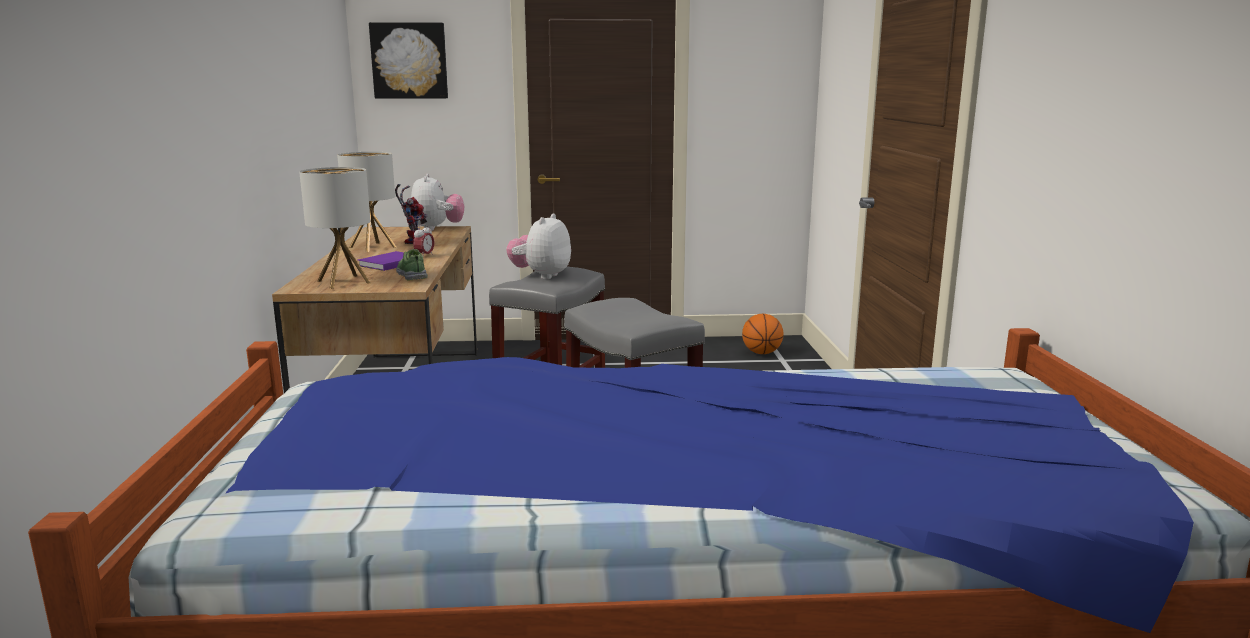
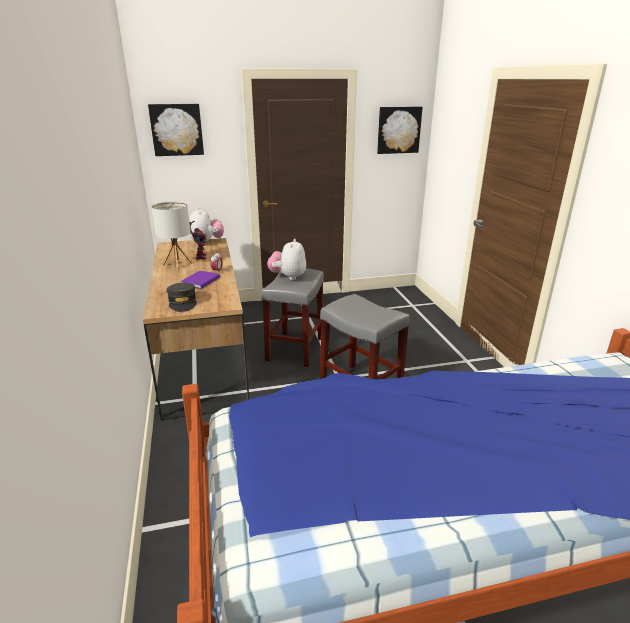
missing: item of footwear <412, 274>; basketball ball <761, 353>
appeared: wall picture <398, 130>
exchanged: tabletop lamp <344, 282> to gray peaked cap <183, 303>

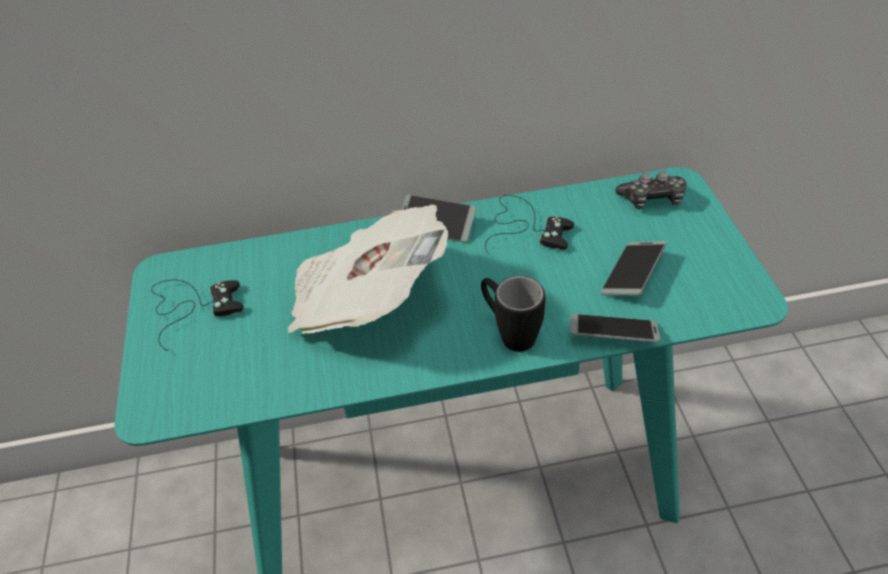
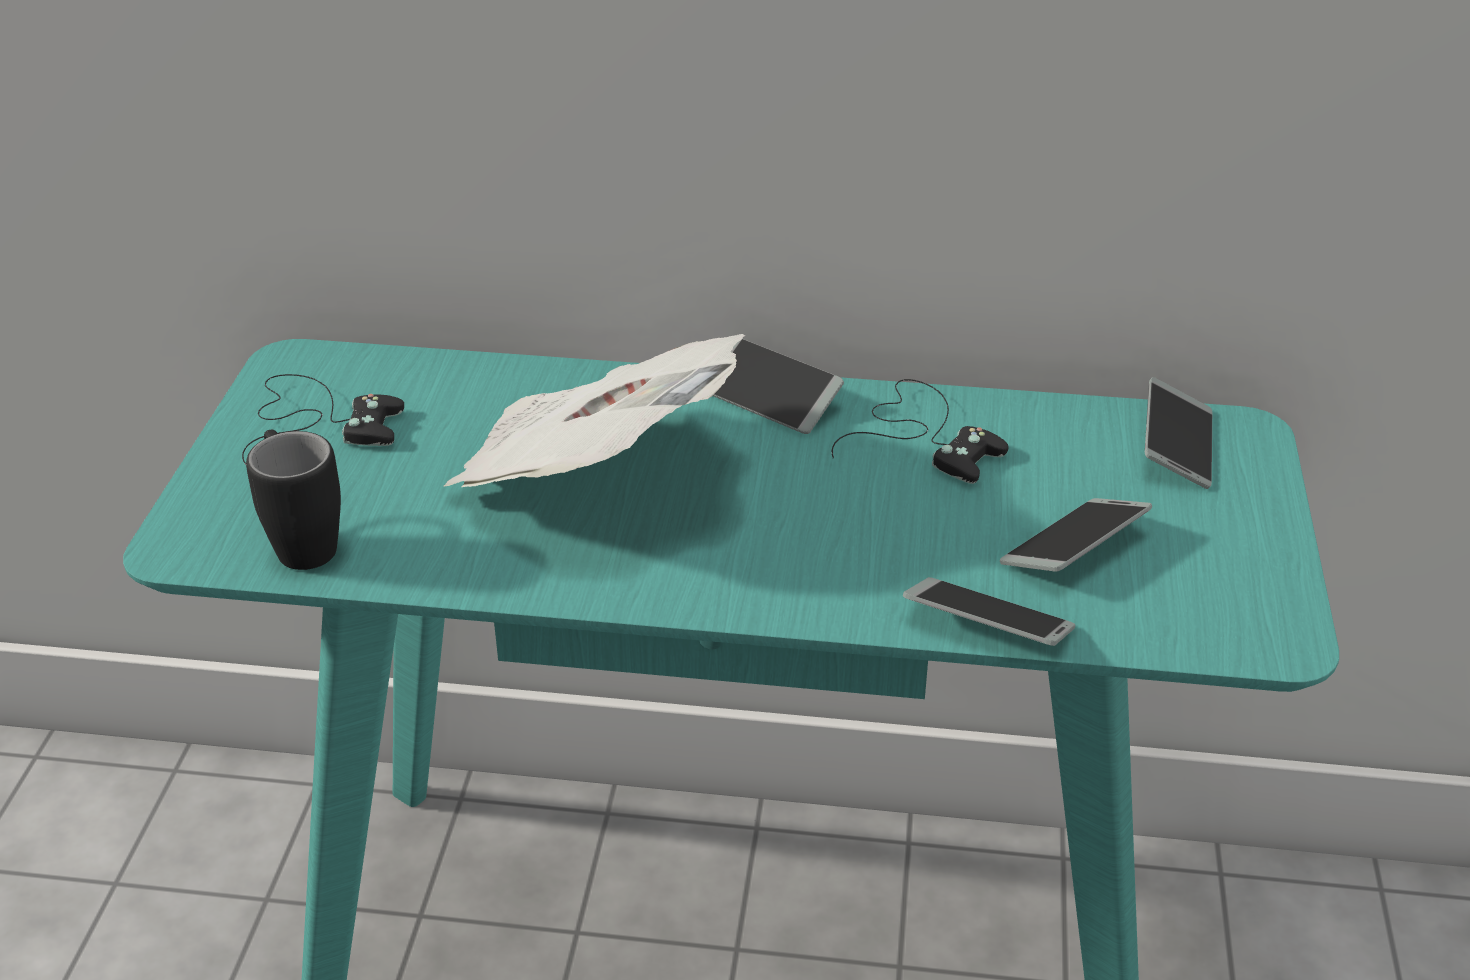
relocated: black-coloured coffee mug <509, 333> to <301, 540>
exchanged: game controller <652, 199> to handset <1176, 445>

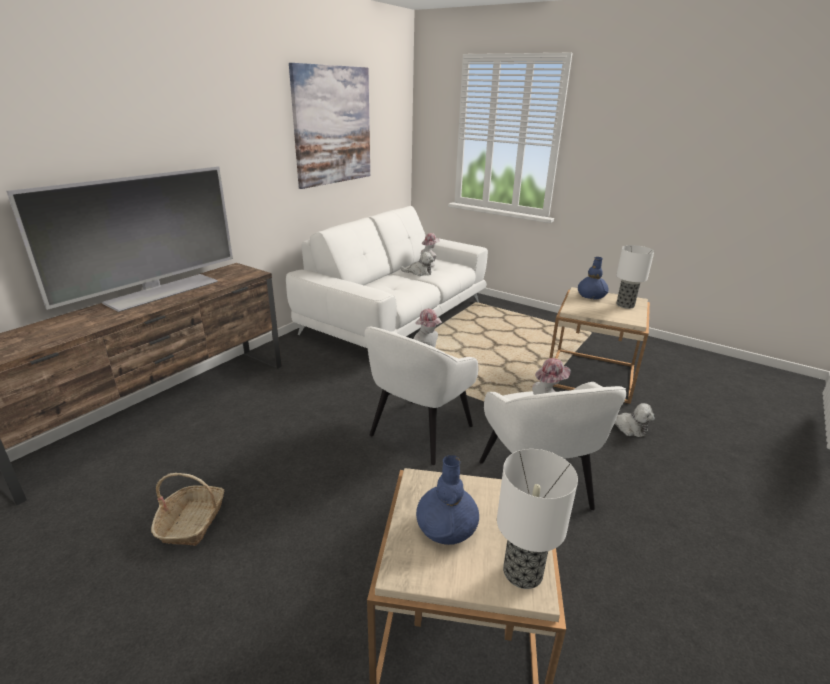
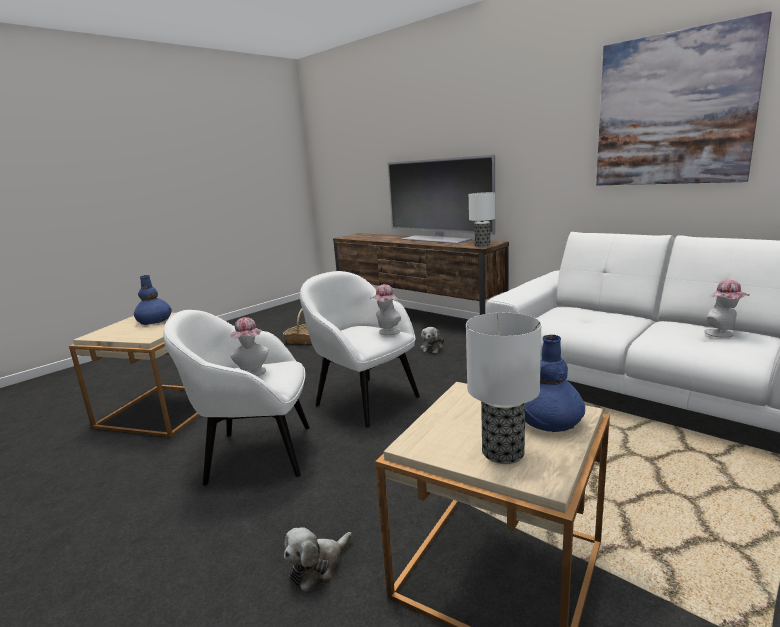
relocated: cuddly toy <419, 272> to <432, 348>; tabletop lamp <522, 573> to <482, 245>

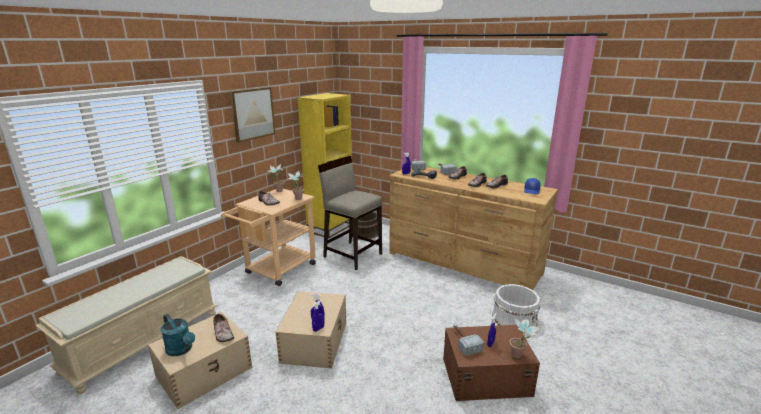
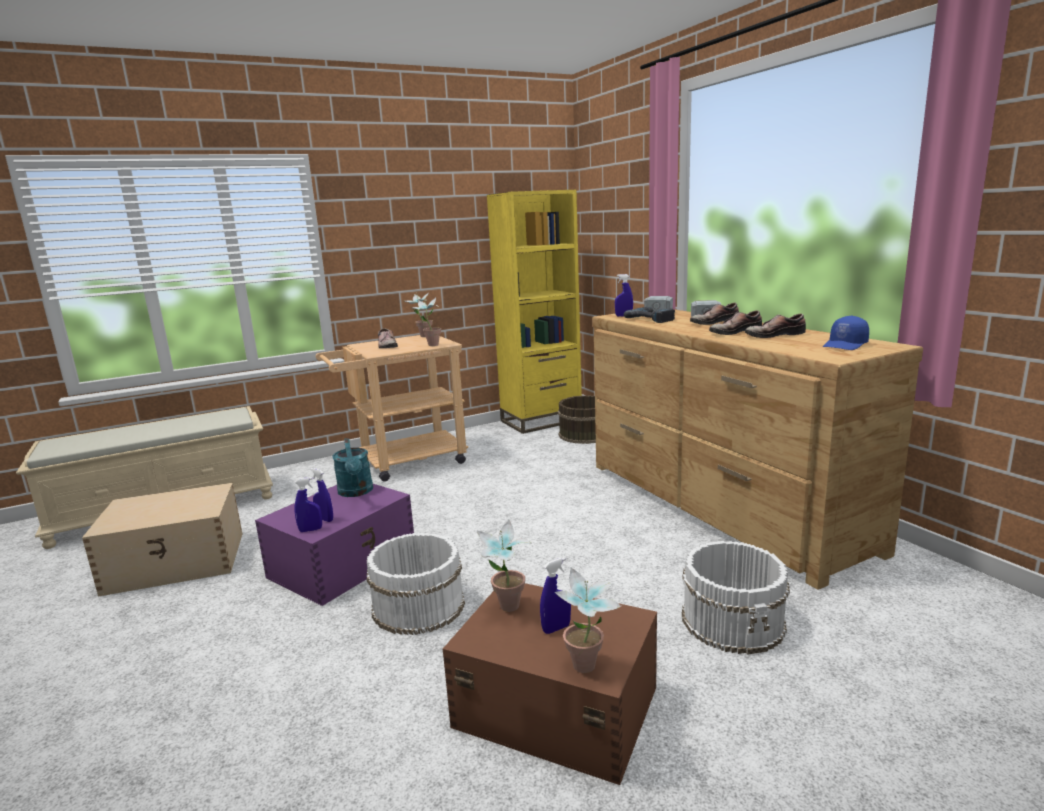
missing: item of footwear <222, 333>; wall picture <252, 113>; beige stool seat <352, 255>
appeared: white water bucket <417, 606>
relocated: turquoise-coloured sprinkling can <181, 350> to <356, 492>
exchanged: tool hammer <463, 342> to potted plant <507, 610>
colour: beige storage box <315, 341> to purple storage box <344, 562>

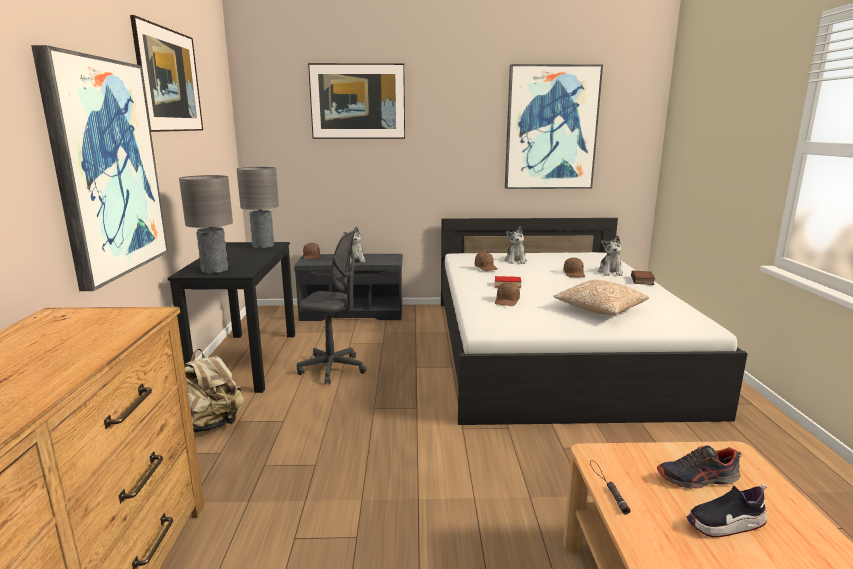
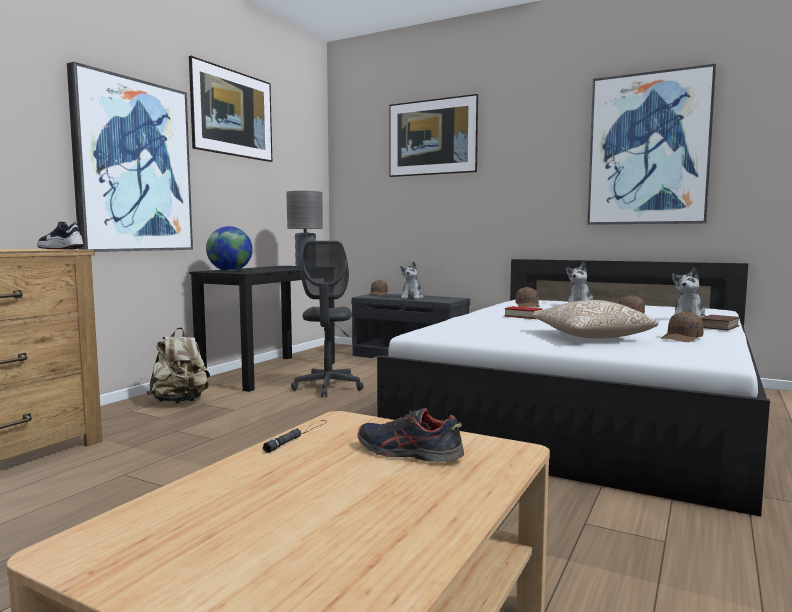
relocated: item of footwear <725, 524> to <60, 249>; brown peaked cap <507, 301> to <682, 338>
exchanged: gray tabletop lamp <214, 270> to desk globe <230, 271>
spun: gray computer chair <332, 369> = <328, 387> 45 degrees clockwise

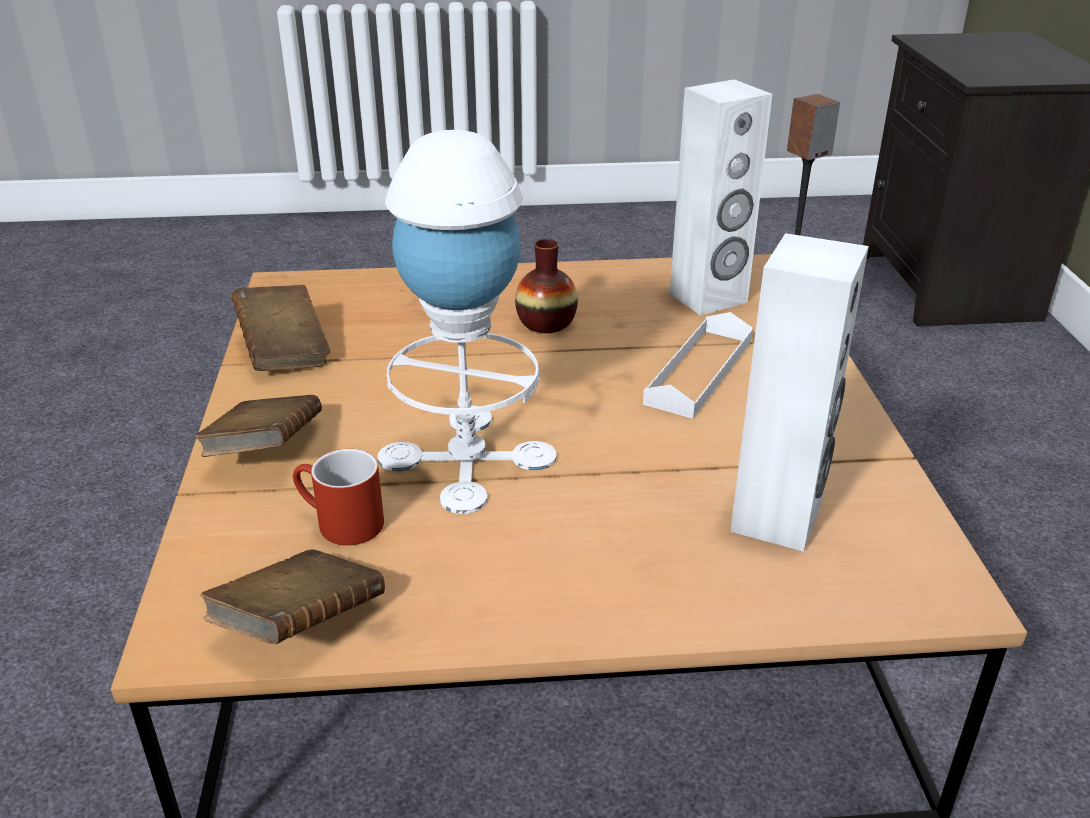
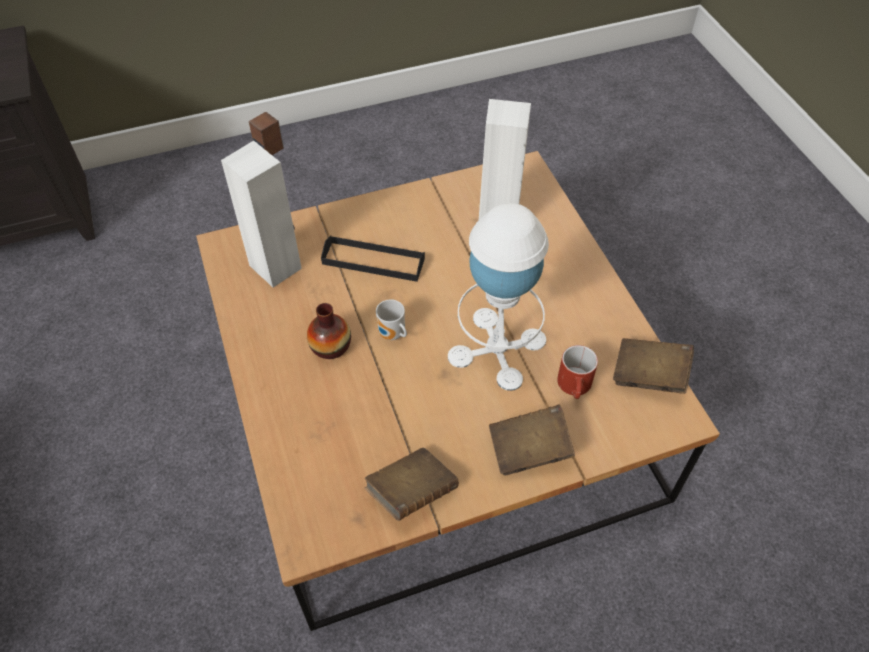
appeared: coffee mug <392, 335>
colour: white carrying tray <699, 371> to black-coloured carrying tray <373, 261>

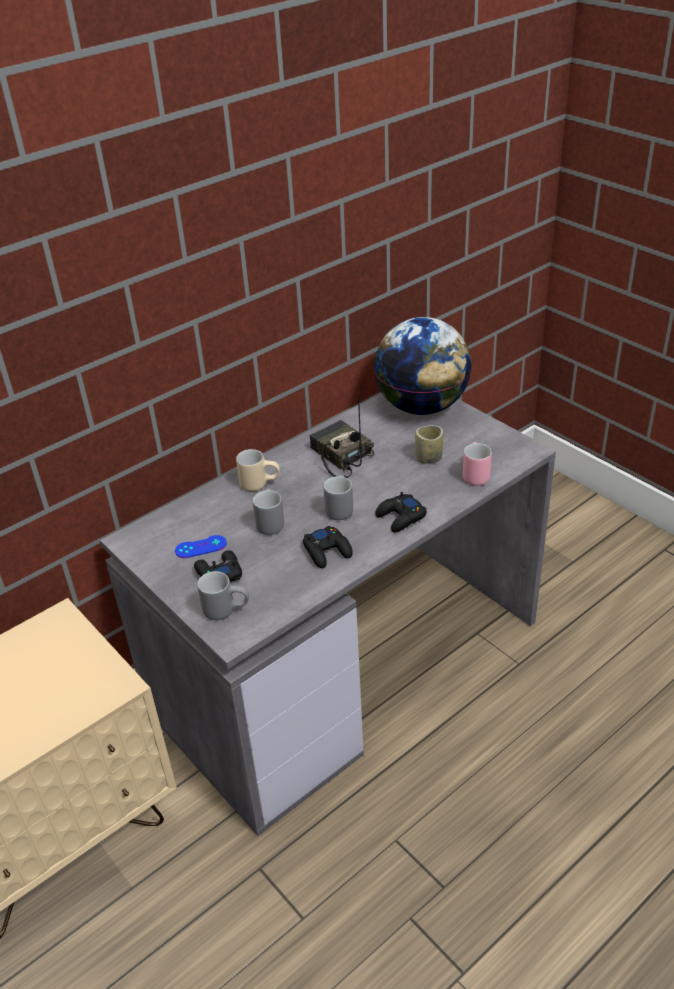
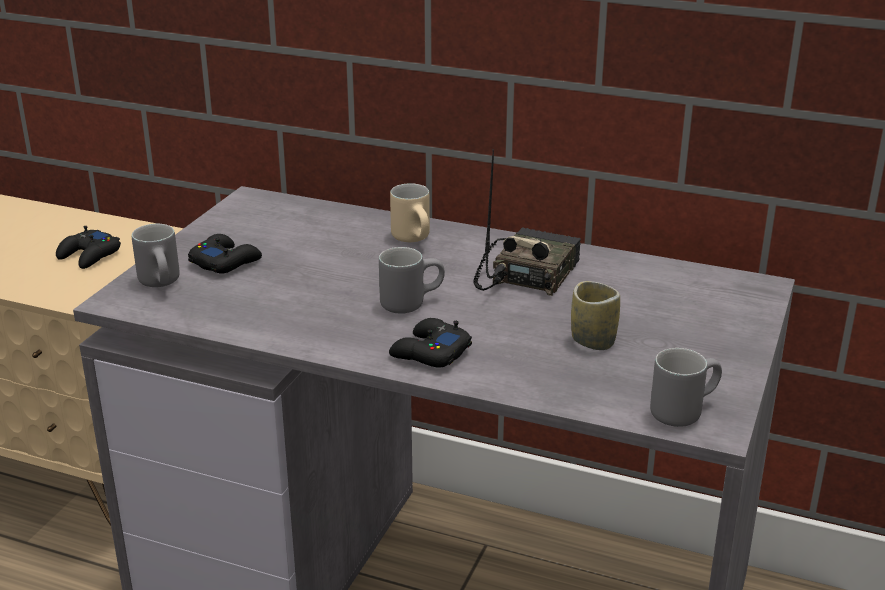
missing: blue-coloured game controller <201, 547>; desk globe <422, 407>; pink coffee mug <473, 475>
relocated: black-coloured game controller <327, 551> to <89, 255>; gray coffee mug <268, 522> to <682, 410>

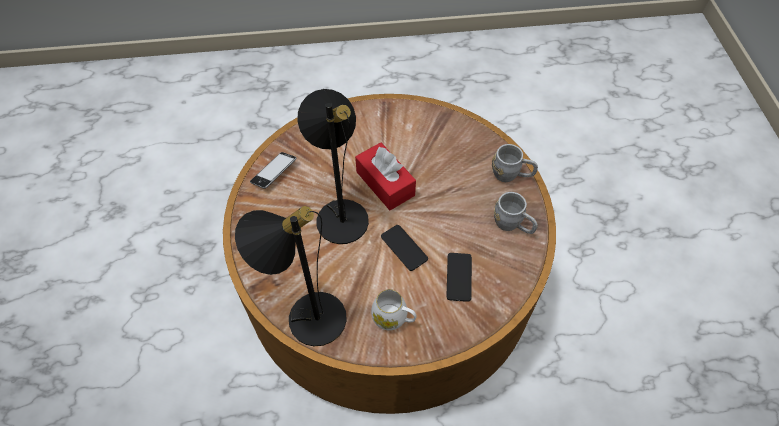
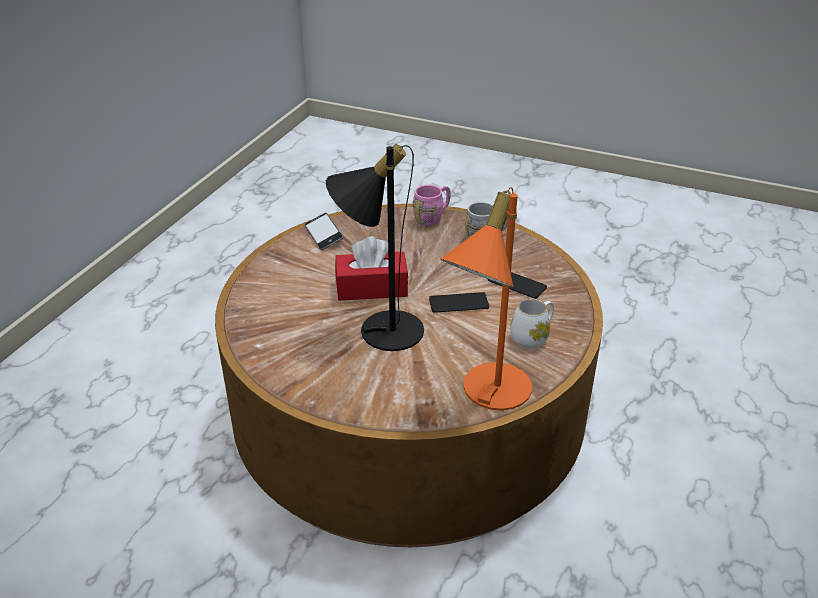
relocated: handset <274, 172> to <323, 235>
colour: gray coffee mug <511, 175> to pink coffee mug <433, 217>; black-coloured tabletop lamp <306, 314> to orange tabletop lamp <486, 392>

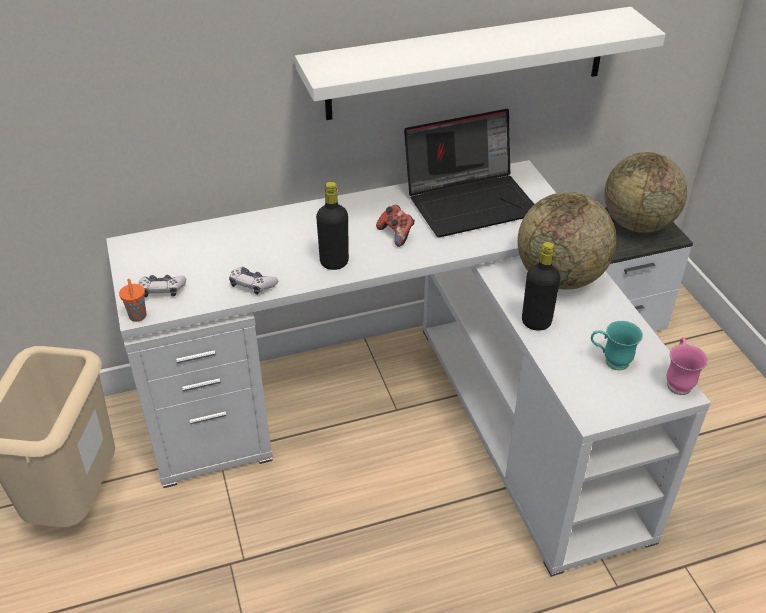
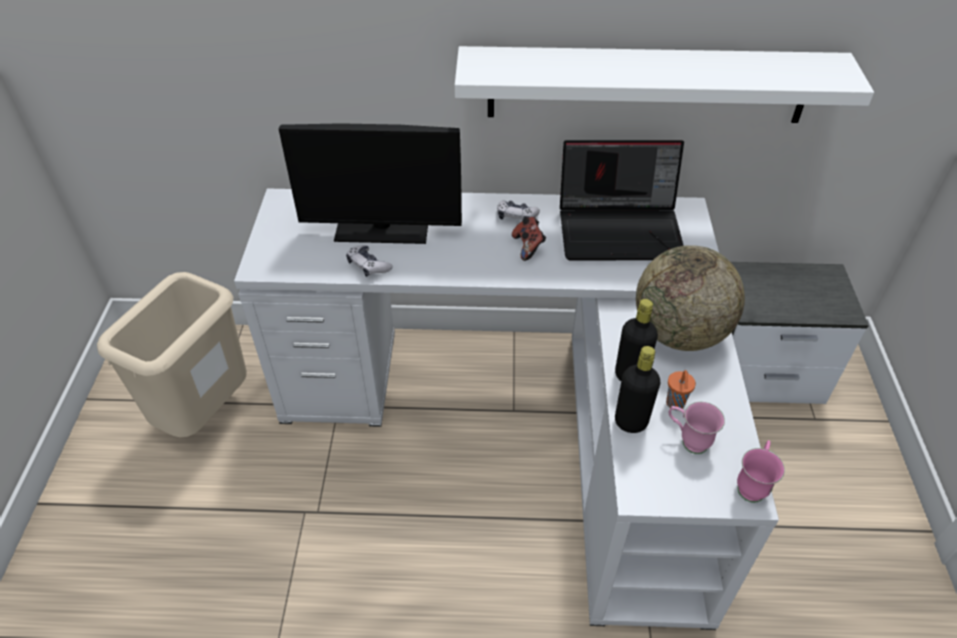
missing: desk globe <637, 224>
appeared: monitor <382, 229>
relocated: game controller <162, 290> to <516, 216>; black-coloured bottle <334, 262> to <630, 422>; orange drinking cup <138, 317> to <675, 404>
colour: turquoise-coloured coffee mug <610, 361> to pink coffee mug <688, 441>

